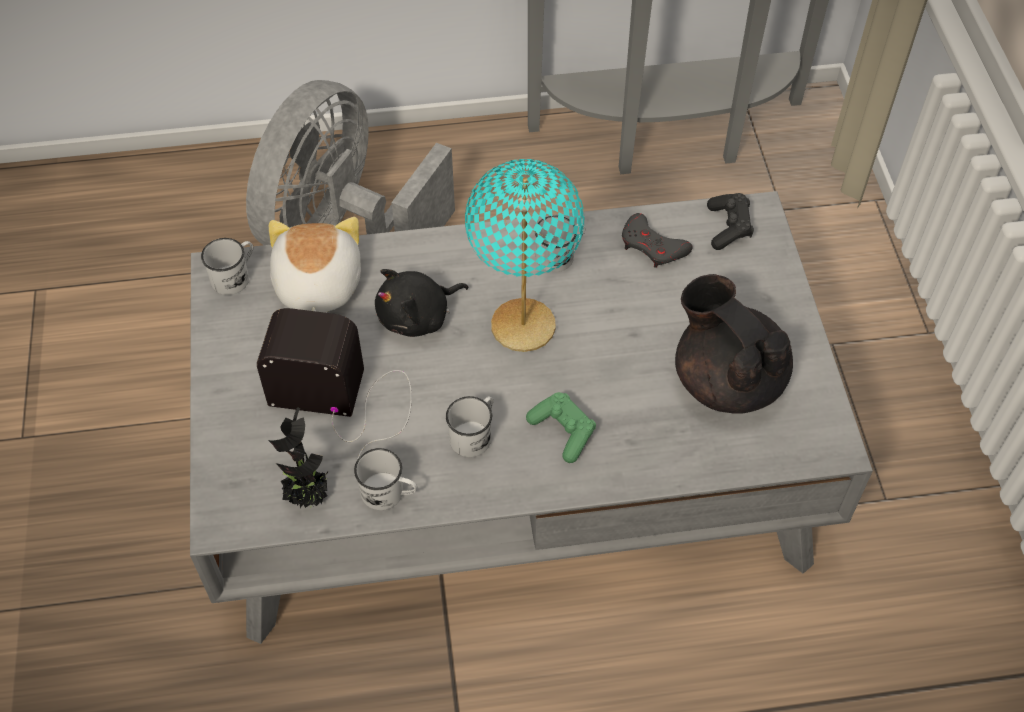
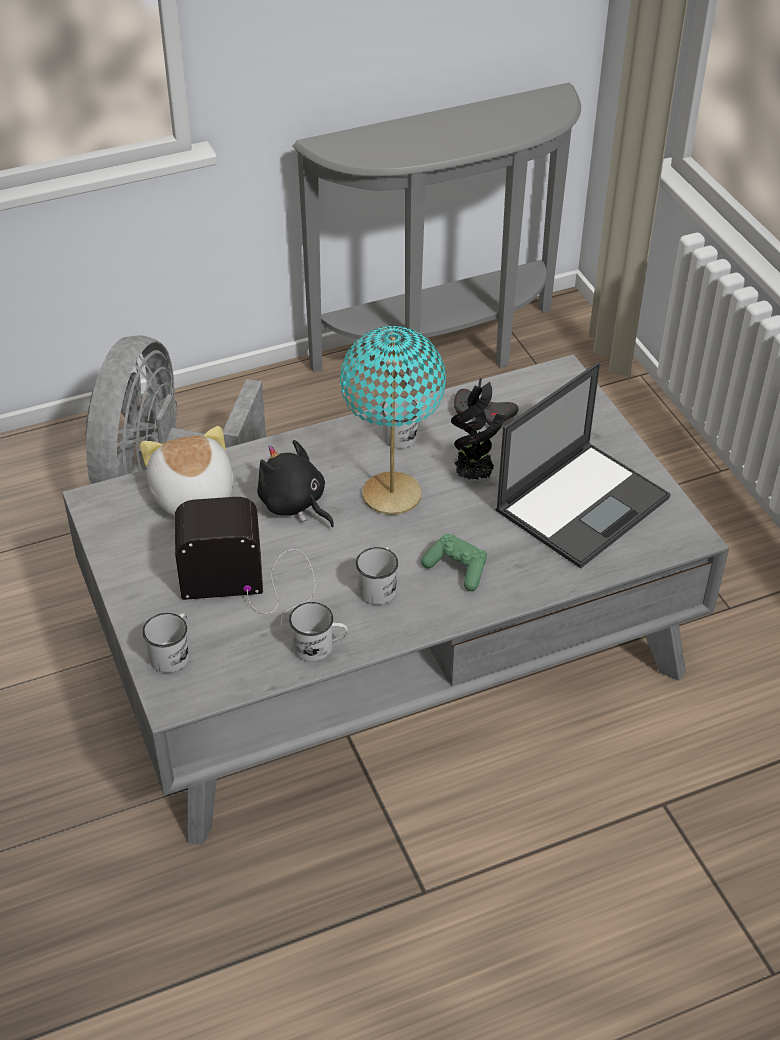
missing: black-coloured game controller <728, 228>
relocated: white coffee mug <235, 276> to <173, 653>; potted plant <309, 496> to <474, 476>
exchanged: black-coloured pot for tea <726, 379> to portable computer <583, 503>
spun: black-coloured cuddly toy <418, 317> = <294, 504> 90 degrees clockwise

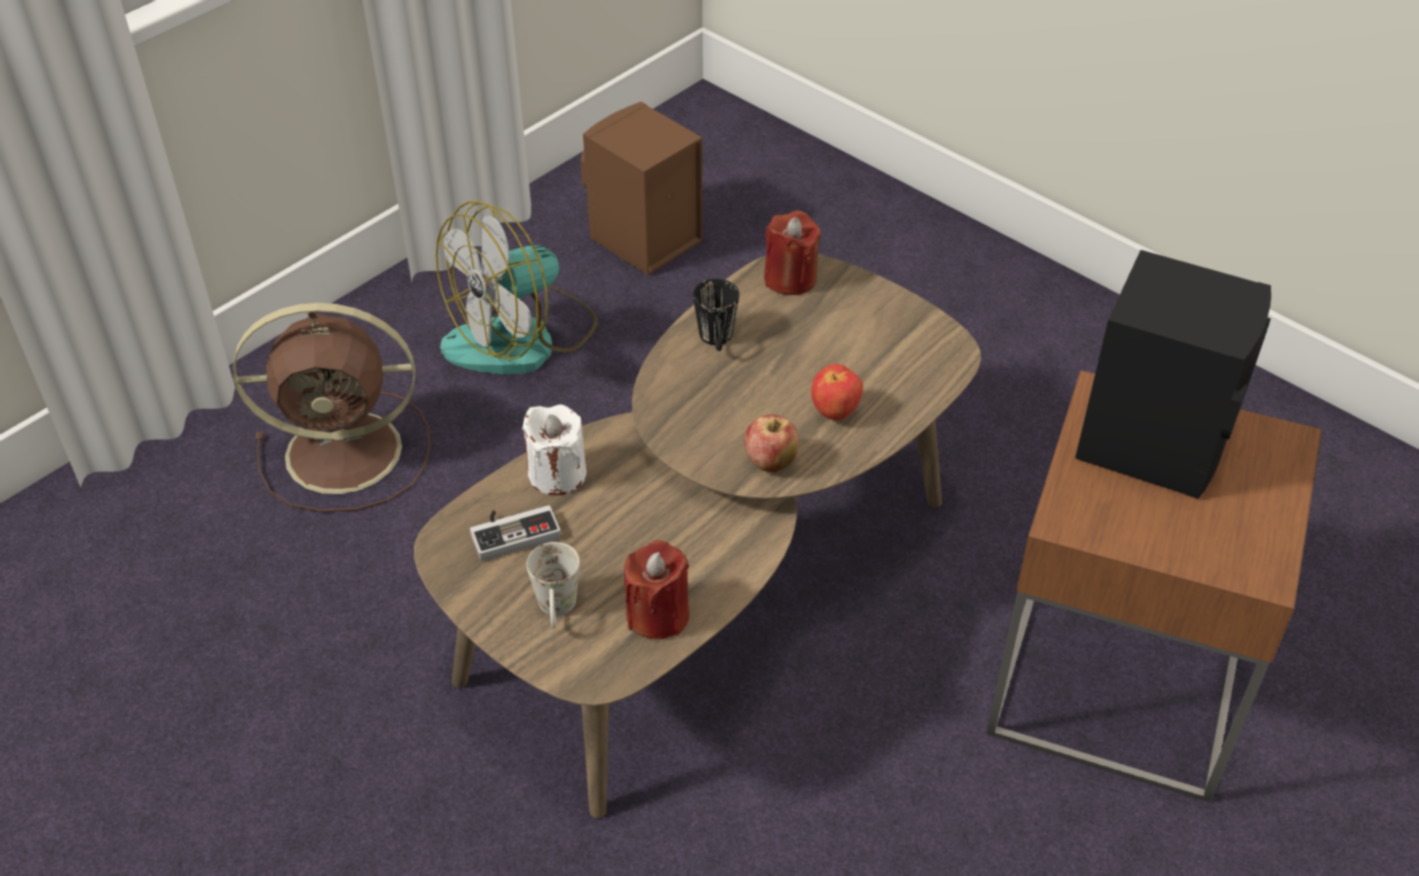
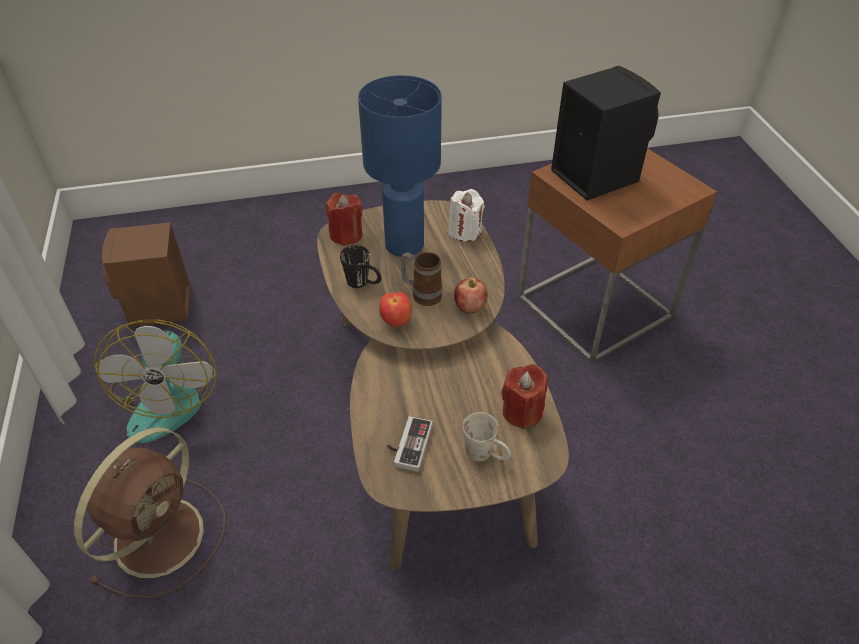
appeared: blue-coloured tabletop lamp <404, 246>; coffee mug <421, 295>
relocated: apple <835, 413> to <396, 322>; white wax candle <557, 474> to <465, 231>

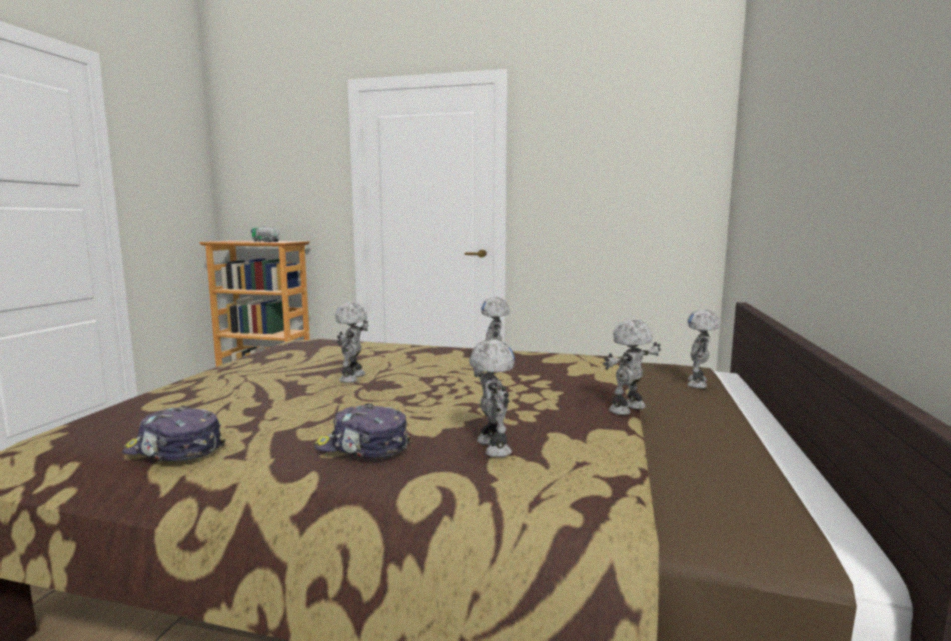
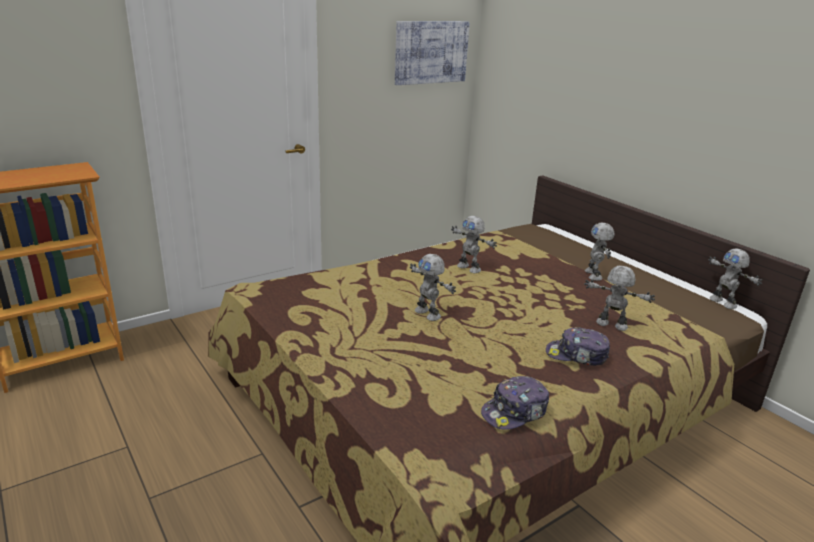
missing: toy truck <266, 241>
appeared: wall picture <431, 52>
relocated: robot figure <699, 383> to <723, 302>
spun: peaked cap <362, 448> = <576, 355> 45 degrees clockwise

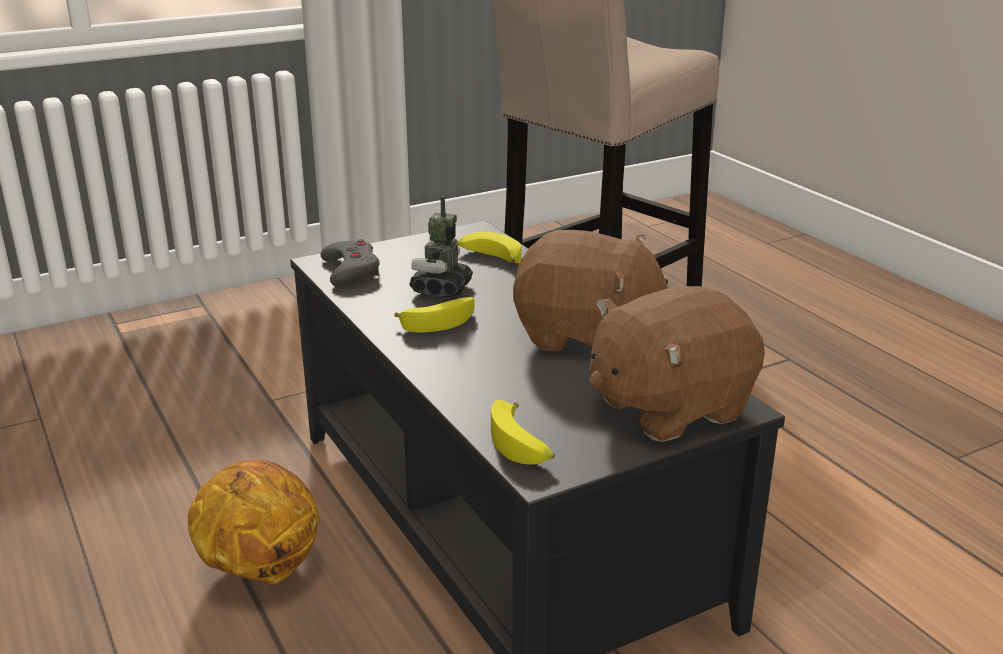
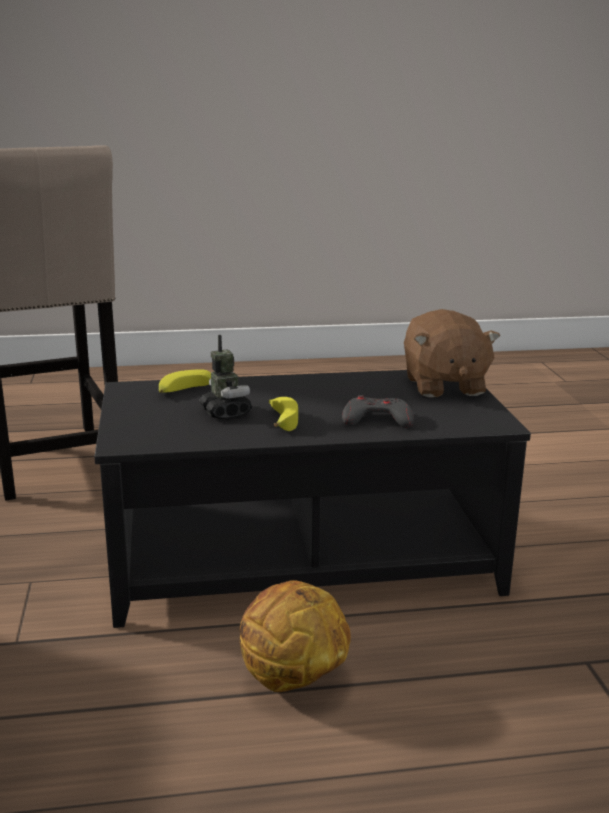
missing: banana fruit <521, 445>; brown cuddly toy <587, 336>
relocated: gray game controller <351, 270> to <377, 419>
spun: robot figure <441, 289> = <225, 412> 150 degrees counterclockwise

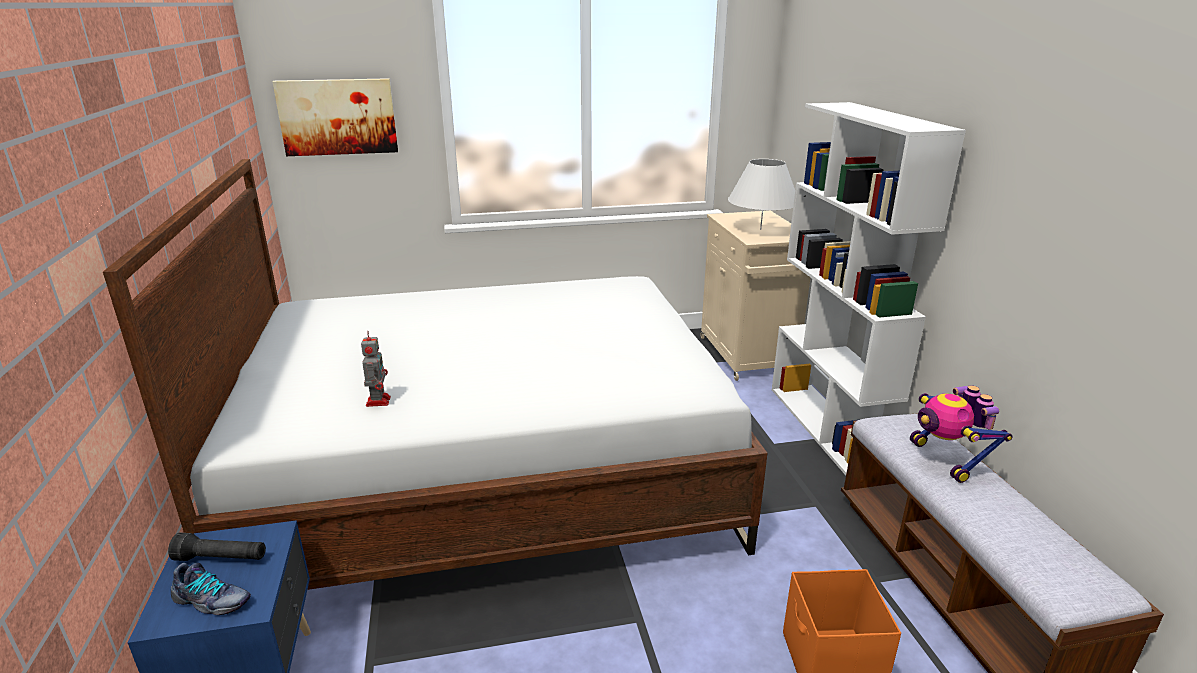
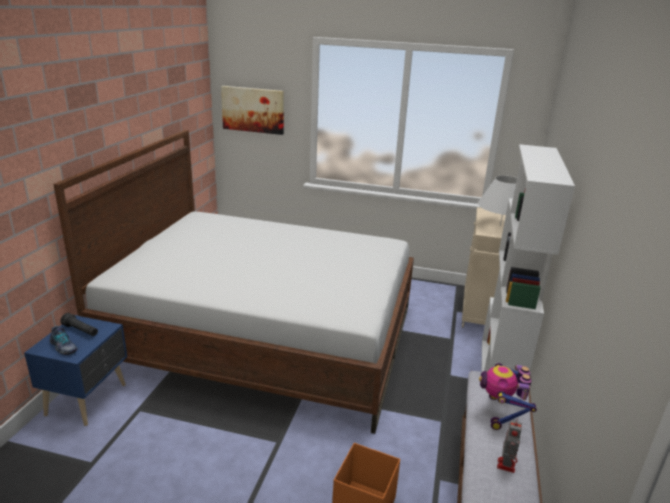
relocated: robot figure <378, 400> to <506, 464>

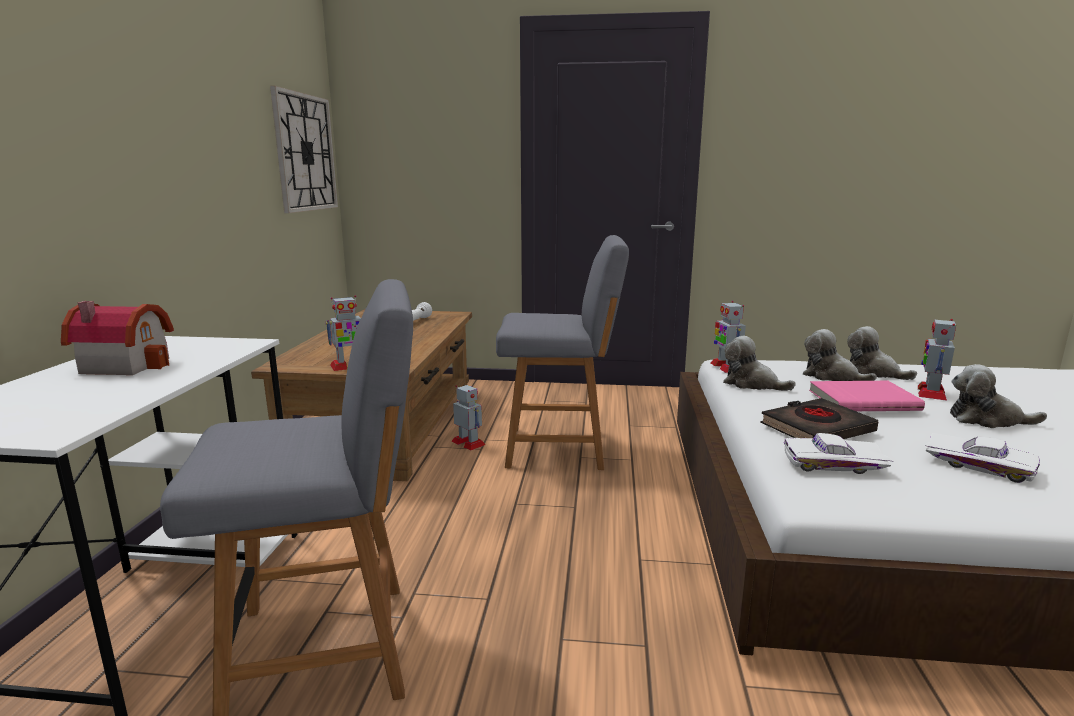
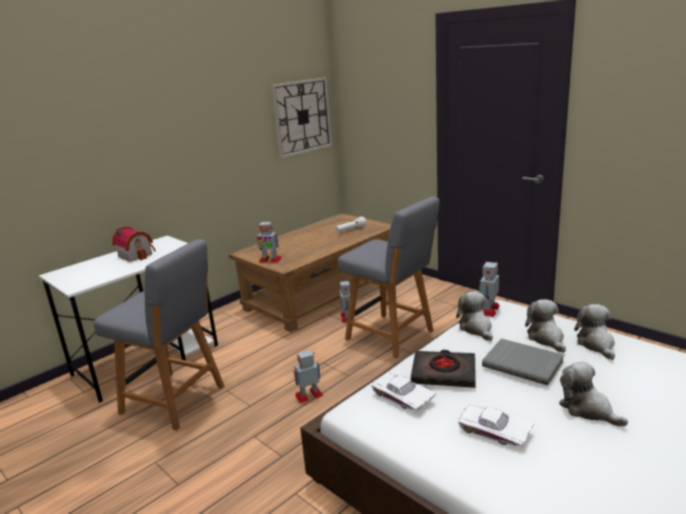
relocated: robot figure <931, 392> to <309, 395>
colour: pink volume <862, 399> to gray volume <523, 363>
spun: white toy car <978, 464> = <494, 432> 135 degrees clockwise

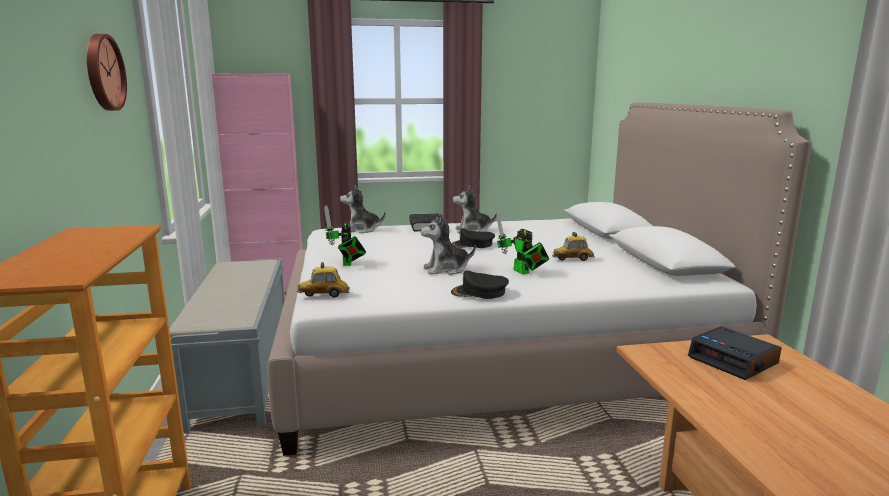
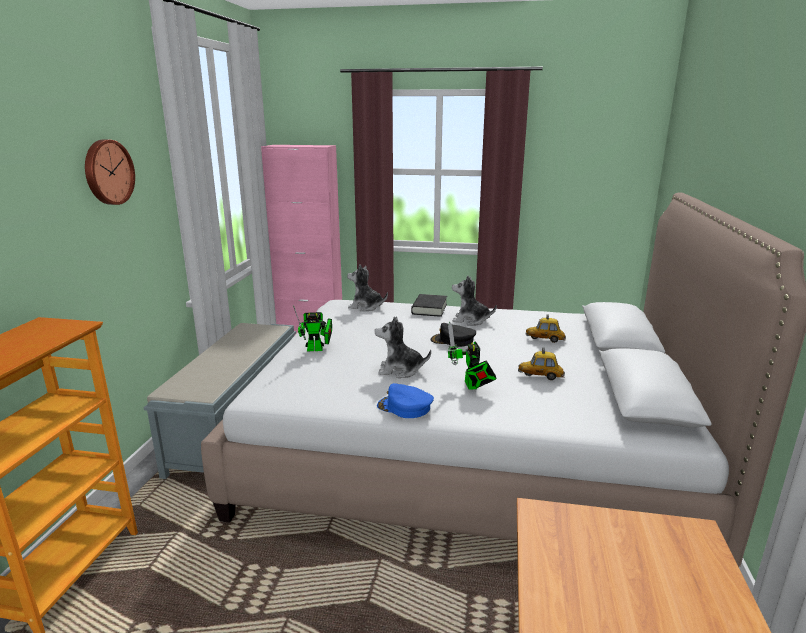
missing: table clock <734, 361>
relocated: toy car <323, 295> to <545, 339>
colour: black-coloured peaked cap <479, 292> to blue-coloured peaked cap <404, 407>
spun: robot figure <347, 264> = <317, 349> 105 degrees counterclockwise

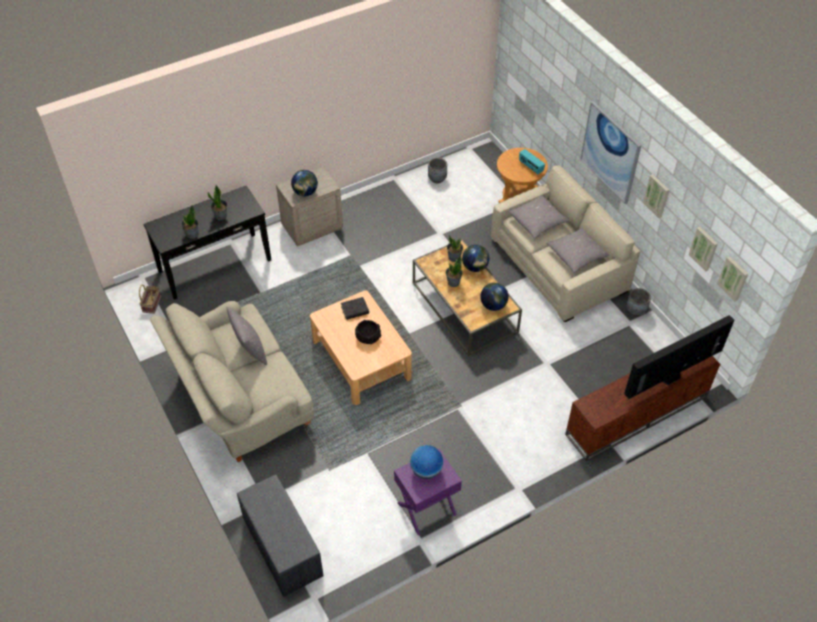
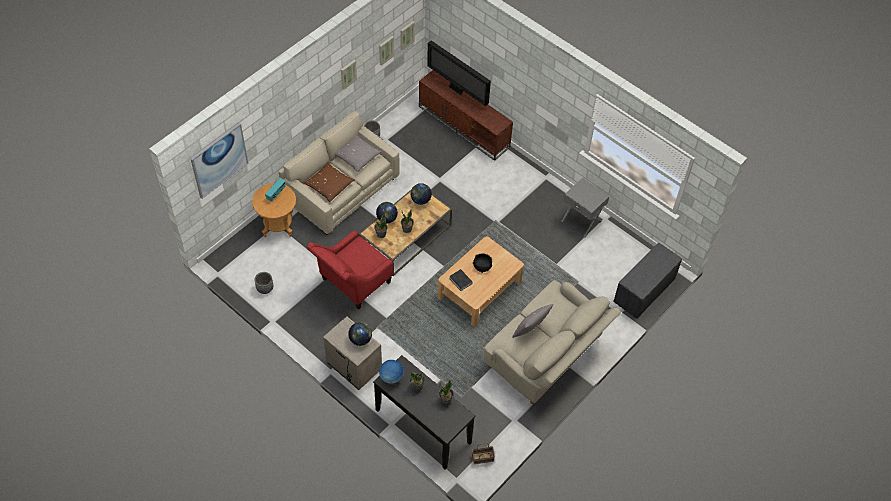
appeared: red easy chair <352, 284>
relocated: wall picture <610, 152> to <219, 160>; desk globe <426, 470> to <391, 377>
colour: gray pillow <537, 221> to brown pillow <329, 185>; purple night table <427, 509> to gray night table <581, 221>

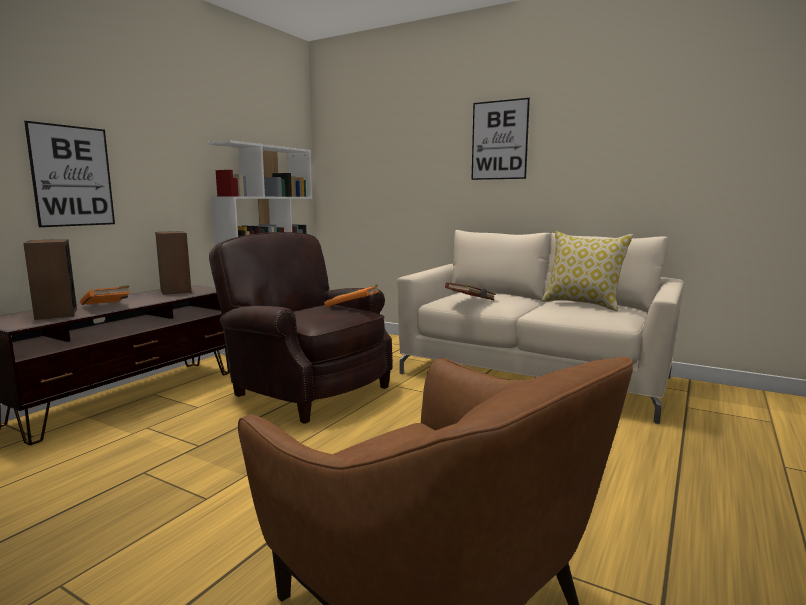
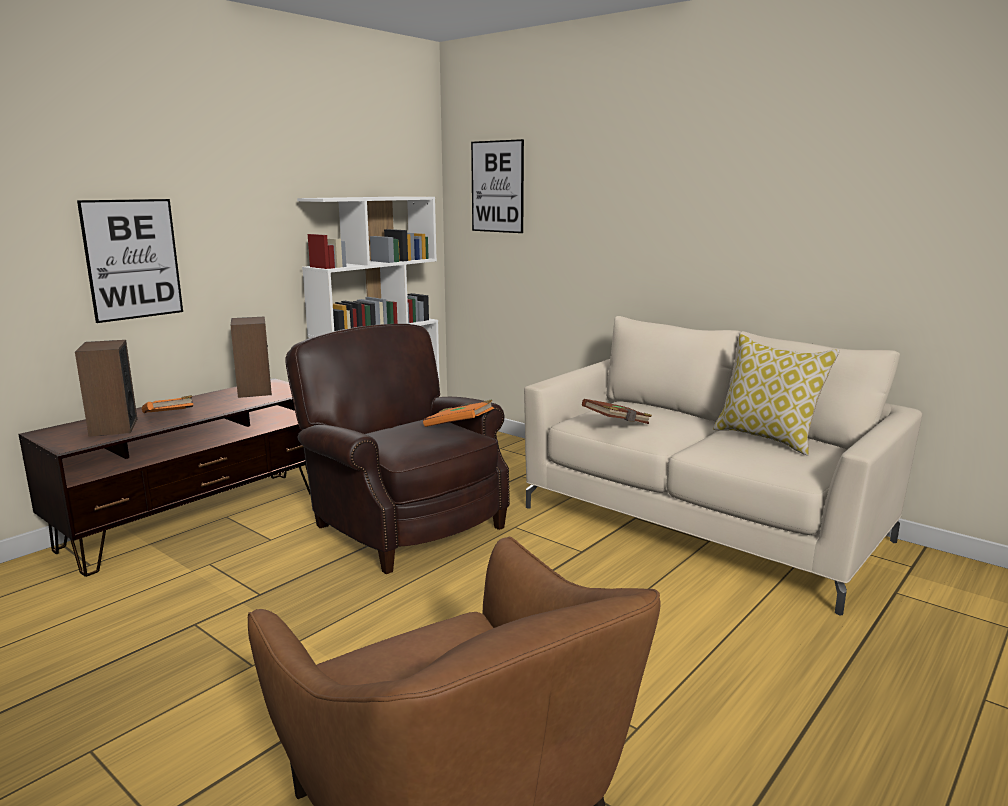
relocated: wall picture <499, 140> to <497, 187>

